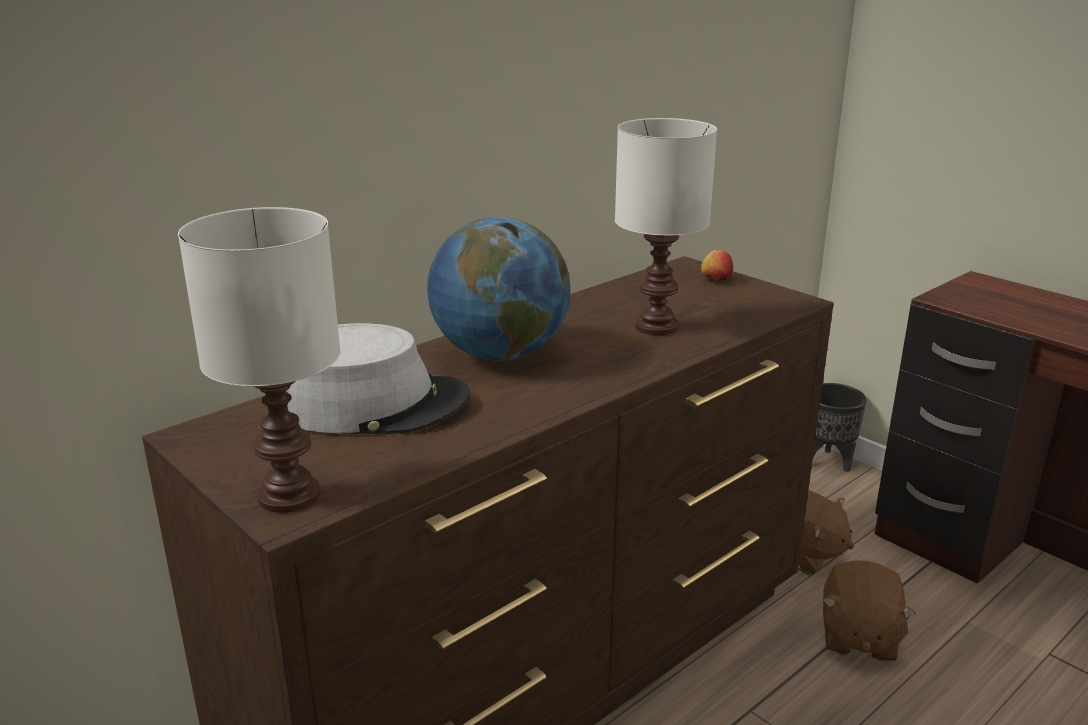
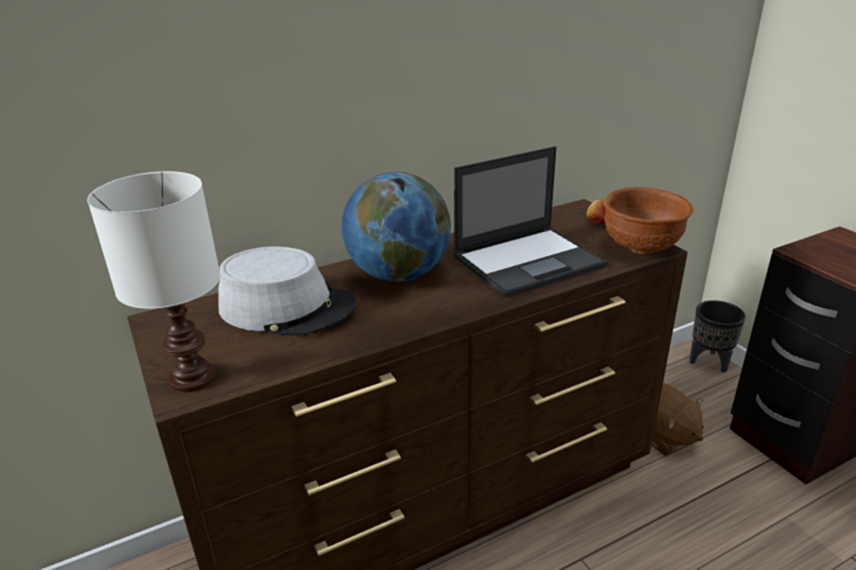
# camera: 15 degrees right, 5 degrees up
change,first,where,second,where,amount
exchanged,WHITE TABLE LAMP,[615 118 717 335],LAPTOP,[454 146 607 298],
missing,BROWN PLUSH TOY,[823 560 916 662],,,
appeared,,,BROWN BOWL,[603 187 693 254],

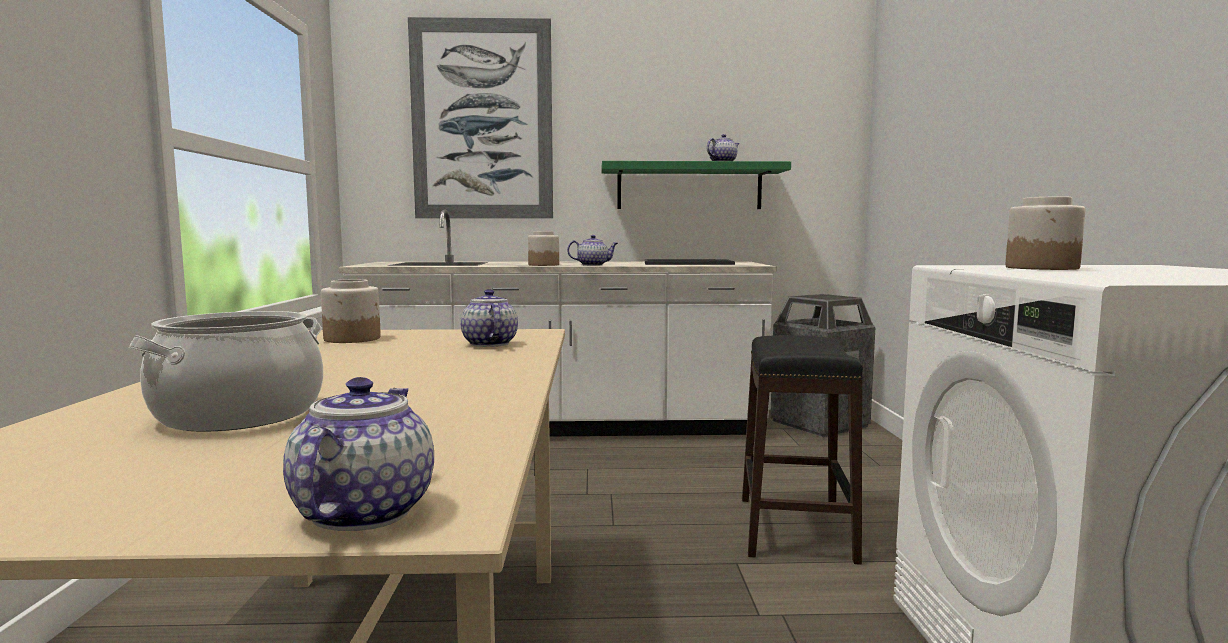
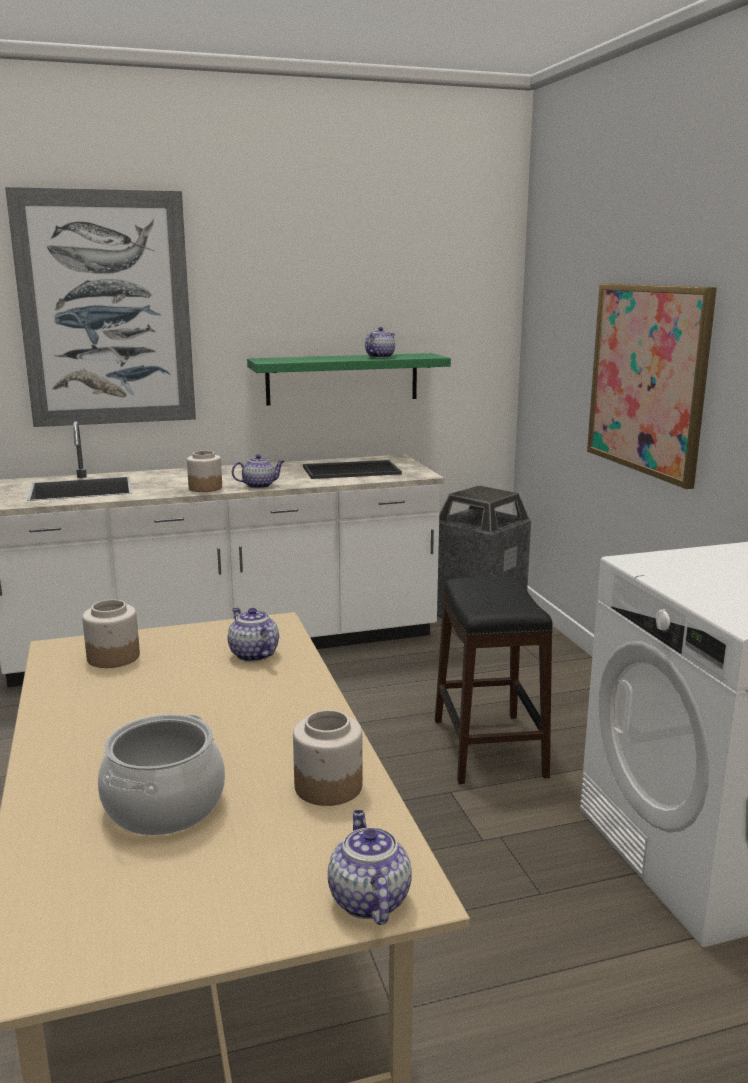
# camera: 15 degrees left, 10 degrees up
change,first,where,second,where,amount
relocated,JAR,[1006 196 1085 270],,[293 710 363 806],
appeared,,,PICTURE,[587 284 717 489],

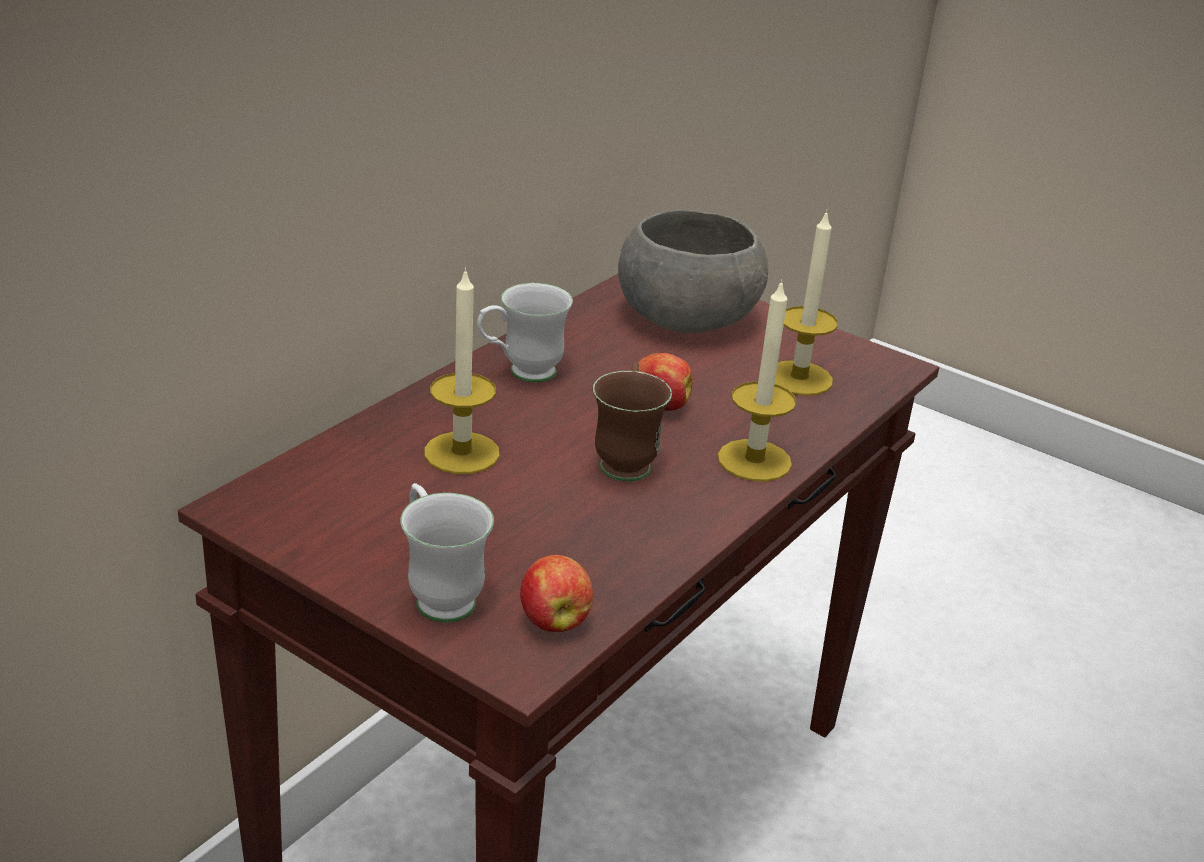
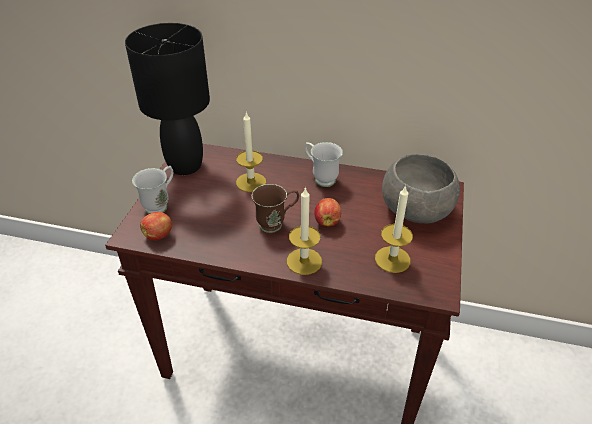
# camera: 70 degrees right, 10 degrees up
change,first,where,second,where,amount
appeared,,,BLACK TABLE LAMP,[125 23 210 175],

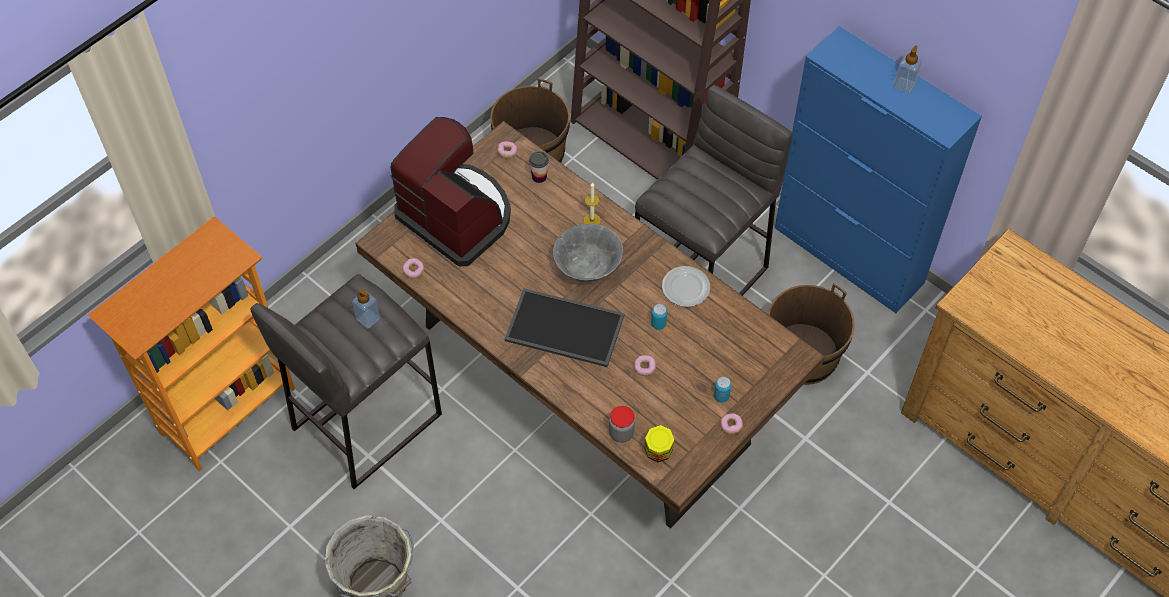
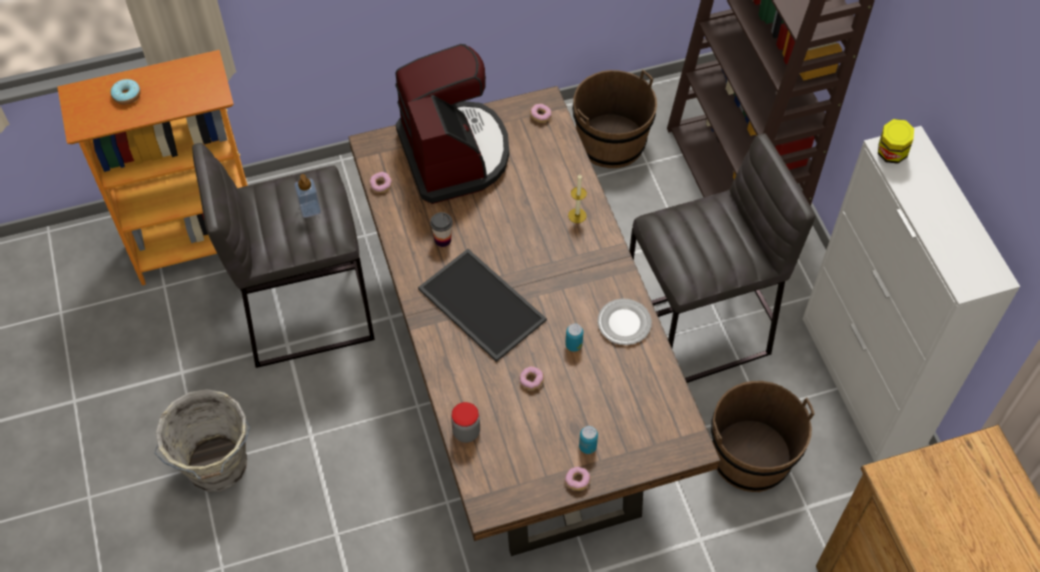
# camera: 30 degrees right, 0 degrees up
change,first,where,second,where,amount
colour,BLUE CABINET,[775 26 982 313],WHITE CABINET,[803 126 1020 462],
missing,SOAP DISPENSER,[894 45 922 94],,,
relocated,CUP,[529 151 549 183],,[430 212 453 247],
missing,GREY BOWL,[553 224 623 282],,,
relocated,JAR,[644 425 674 462],,[878 119 914 164],
appeared,,,DONUT,[110 79 141 105],

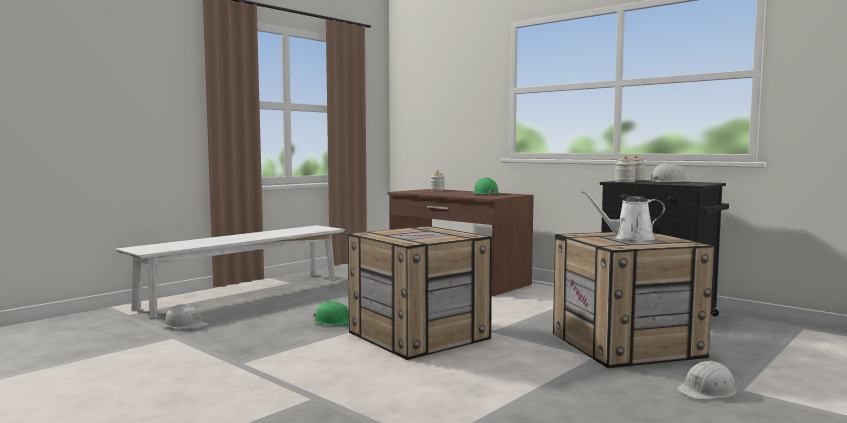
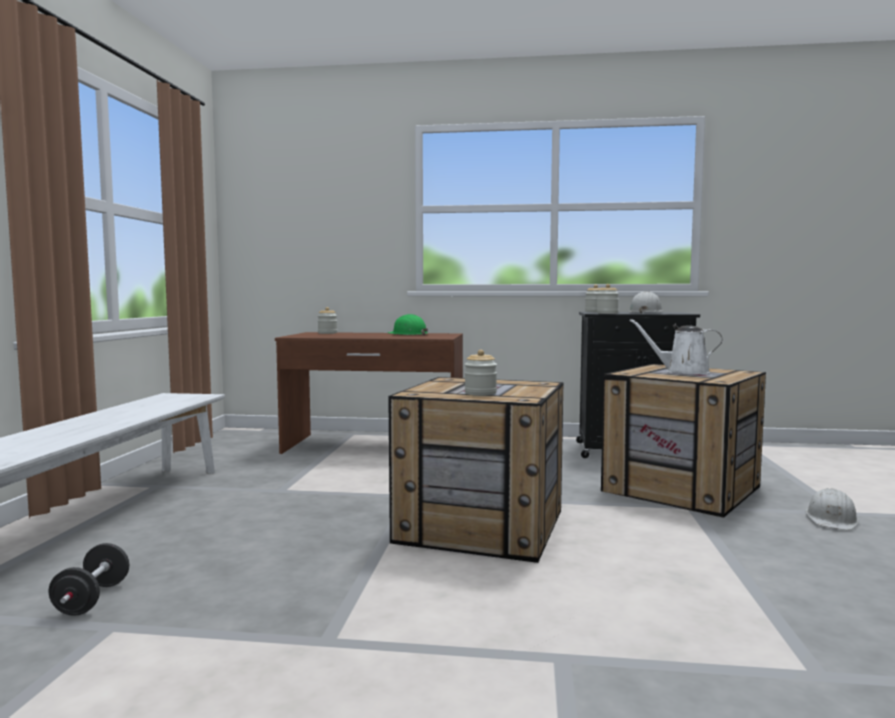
# camera: 35 degrees left, 0 degrees up
change,first,where,second,where,amount
spun,WHITE WATERING CAN,[581 190 665 241],,[629 319 723 374],45 degrees clockwise
missing,GREEN HARD HAT,[313 301 349 326],,,
exchanged,WHITE HARD HAT,[163 304 209 329],BLACK DUMBBELL,[49 543 129 616],
appeared,,,JAR,[464 350 497 396],

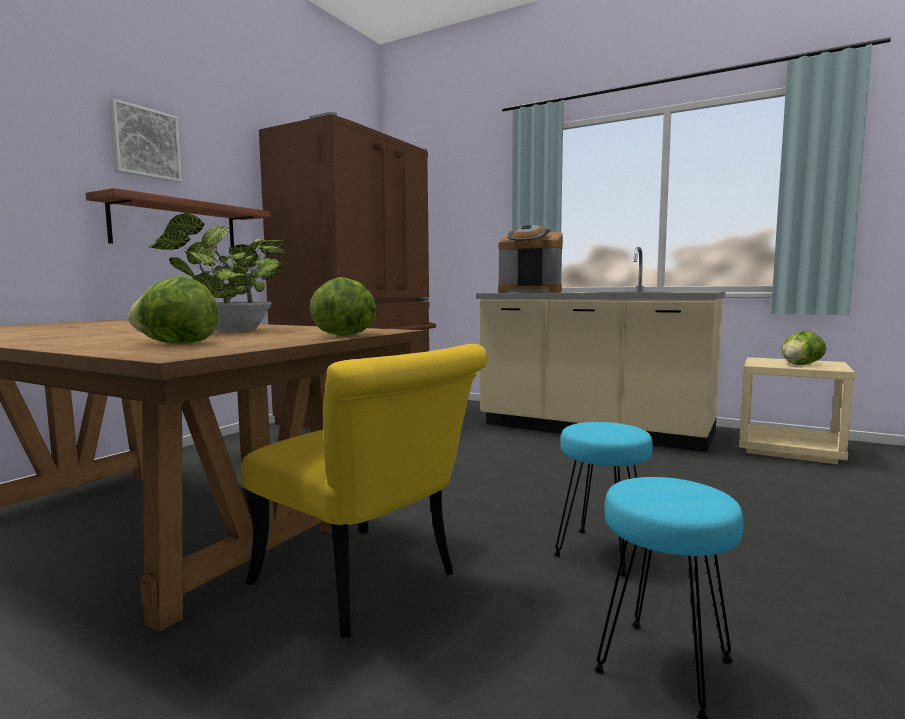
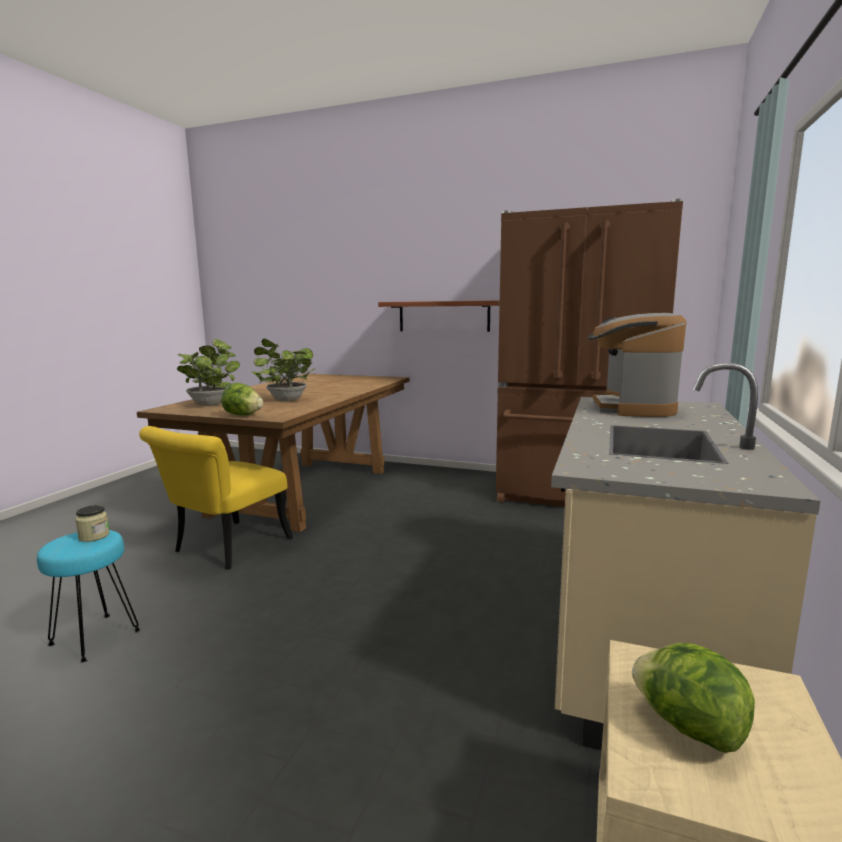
# camera: 80 degrees right, 5 degrees up
change,first,where,second,where,amount
missing,PICTURE,[108 98 182 182],,,
exchanged,LETTUCE,[128 276 219 344],POTTED PLANT,[177 339 240 406],
missing,TURQUOISE STOOL,[554 422 653 576],,,
appeared,,,JAR,[75 505 110 542],

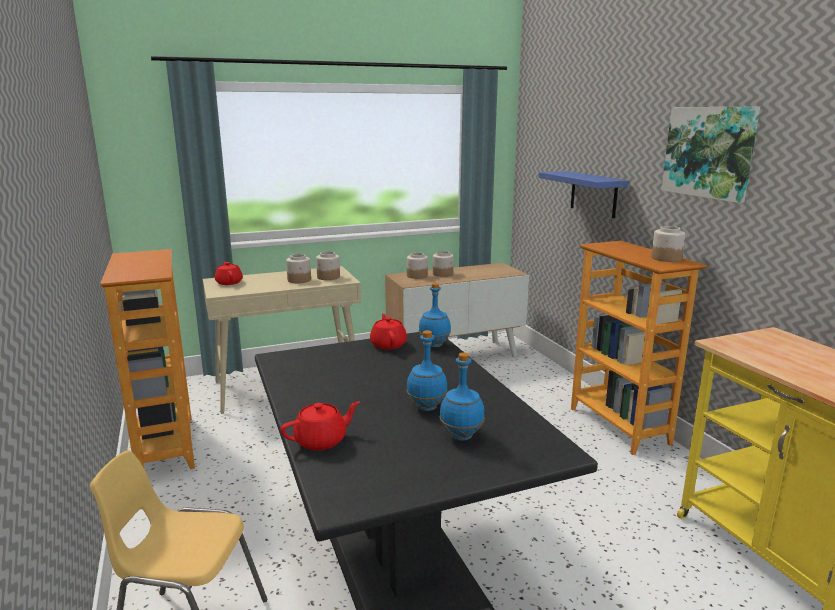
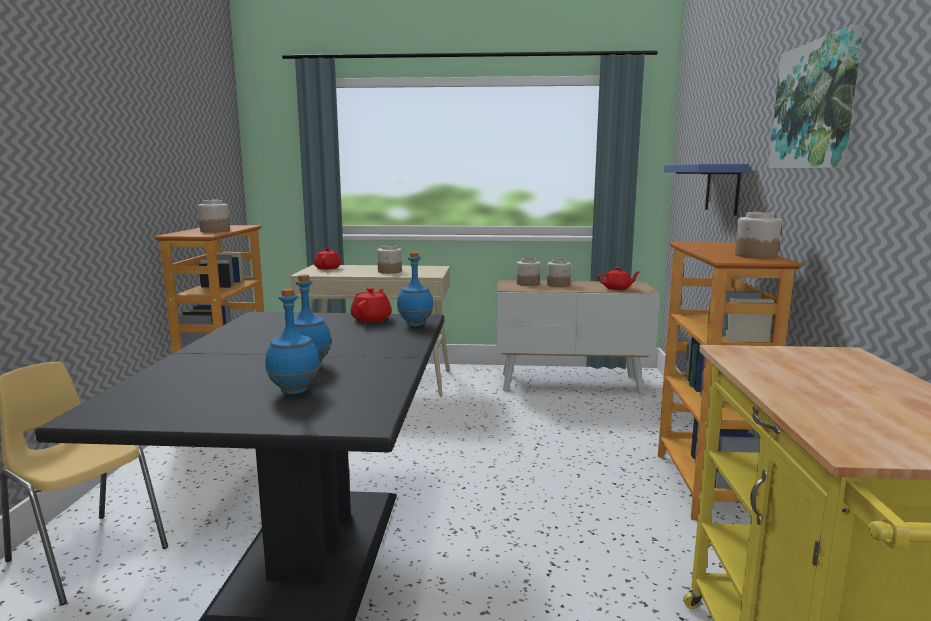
# camera: 25 degrees right, 5 degrees down
change,first,where,second,where,amount
relocated,JAR,[316 251 340 280],,[198 200 230 233],
relocated,RED TEAPOT,[280 401 360 450],,[597 267 641 290],

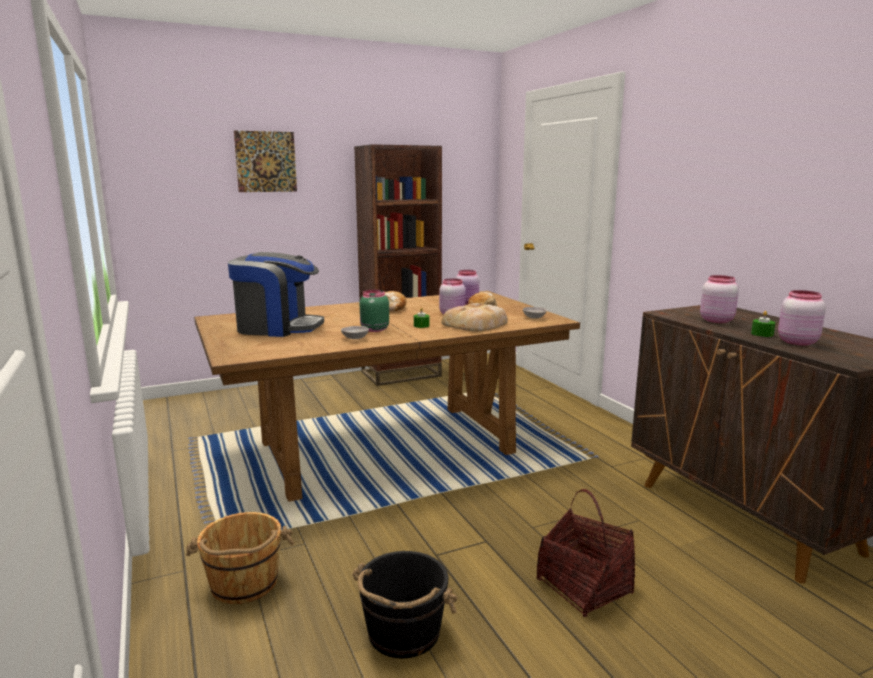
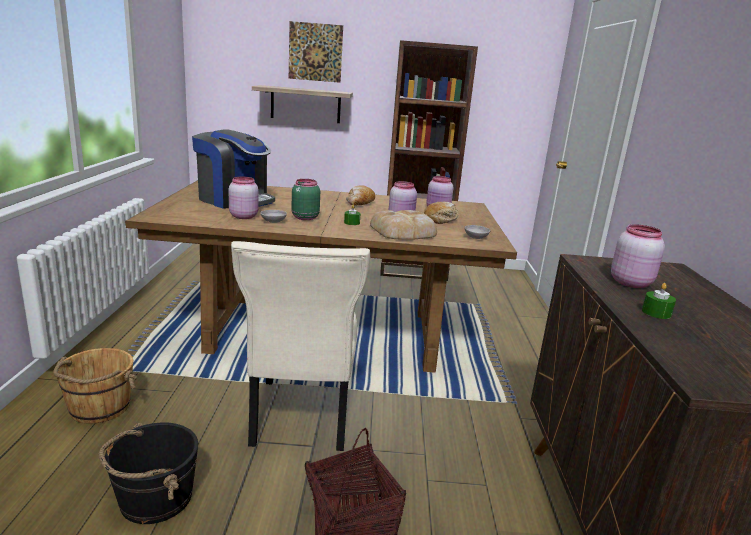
# camera: 25 degrees right, 5 degrees up
change,first,where,second,where,amount
relocated,PINK JAR,[778 290 826 345],,[229 177 258 219],
appeared,,,SHELF,[252 85 353 123],
appeared,,,BEIGE CHAIR,[231 241 370 451],

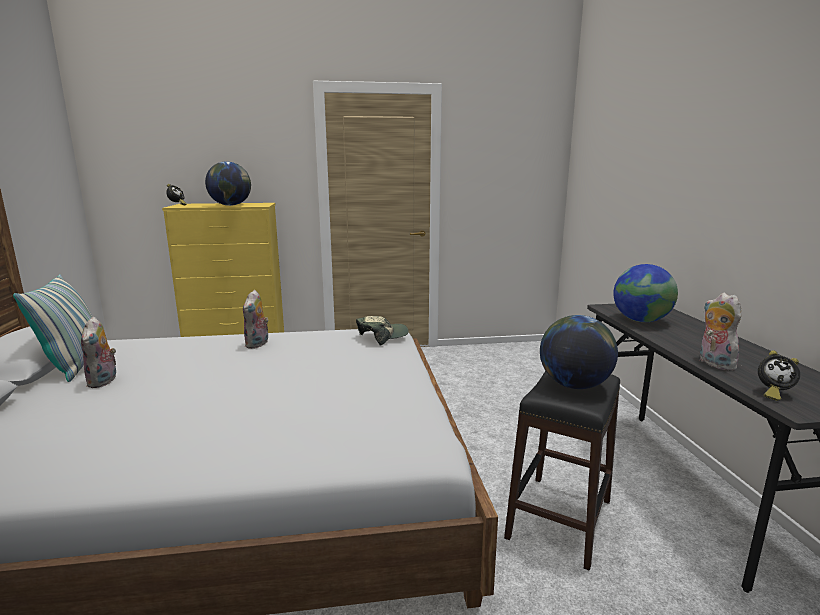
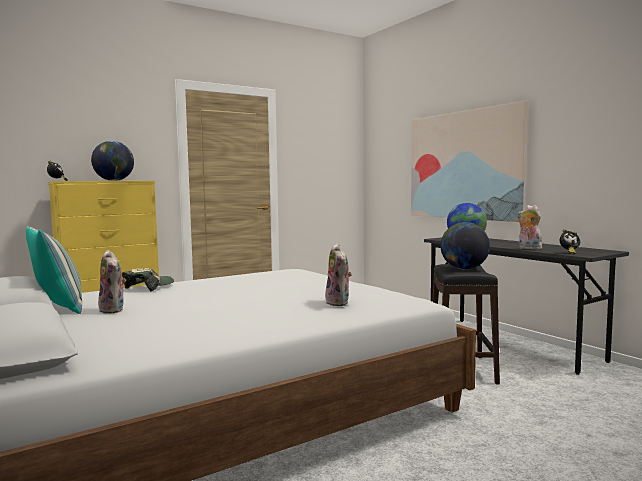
# camera: 25 degrees left, 10 degrees down
change,first,where,second,where,amount
relocated,PLUSH TOY,[243 290 269 349],,[325 243 352 306],
relocated,CAP,[356 316 409 346],,[122 268 174 292],
appeared,,,PICTURE,[411 100 528 222],

